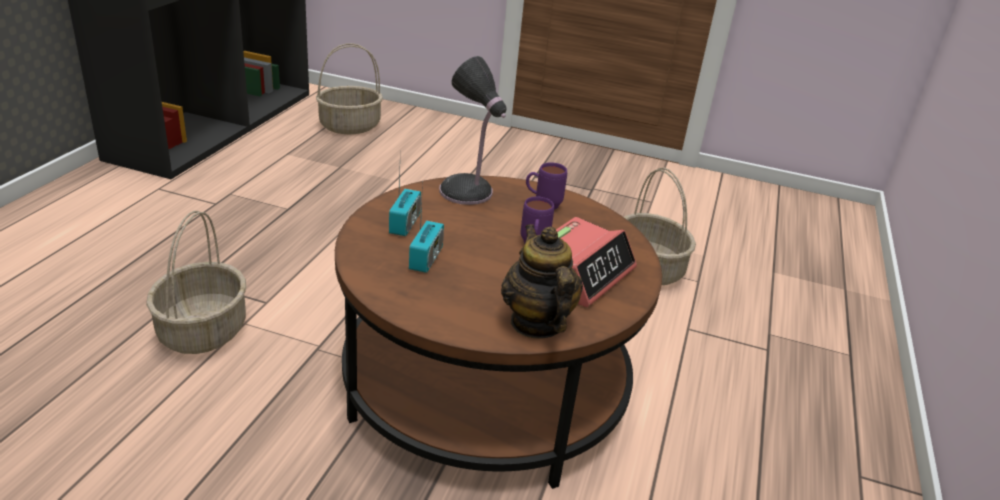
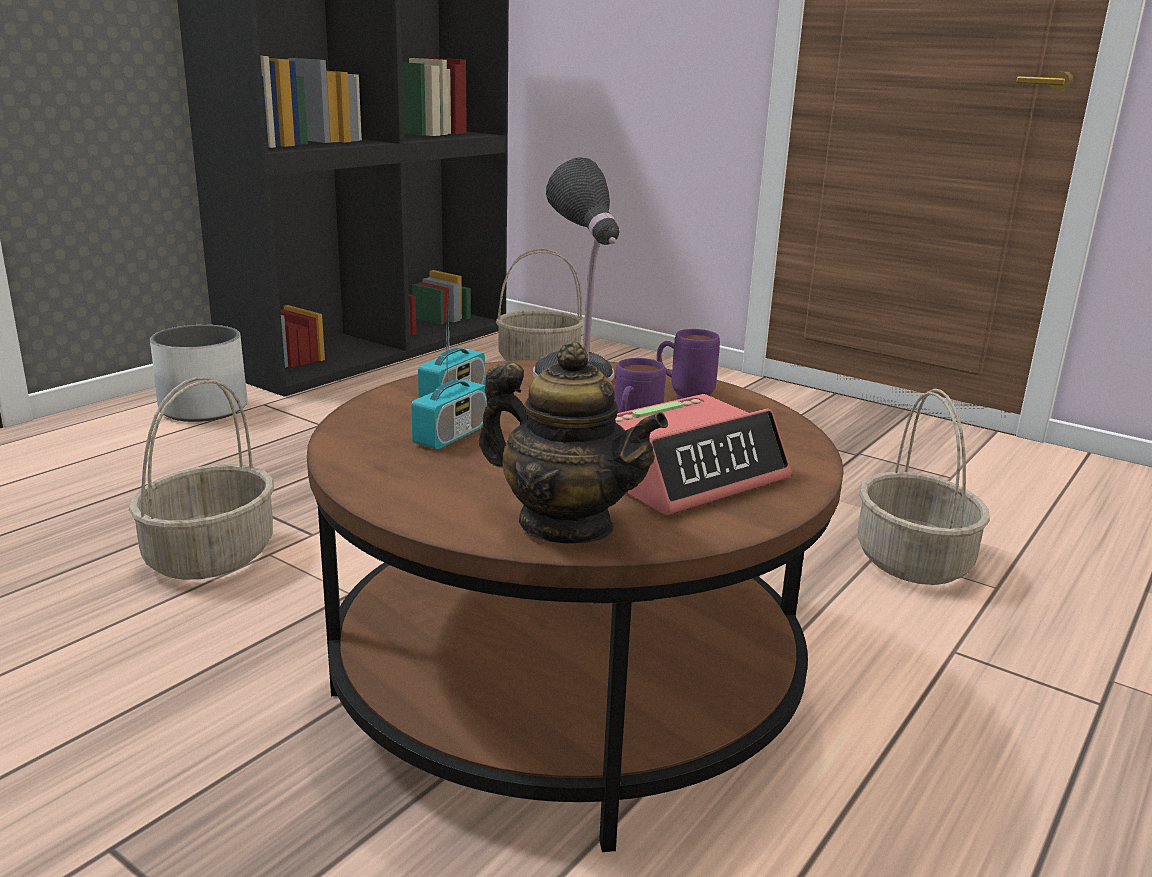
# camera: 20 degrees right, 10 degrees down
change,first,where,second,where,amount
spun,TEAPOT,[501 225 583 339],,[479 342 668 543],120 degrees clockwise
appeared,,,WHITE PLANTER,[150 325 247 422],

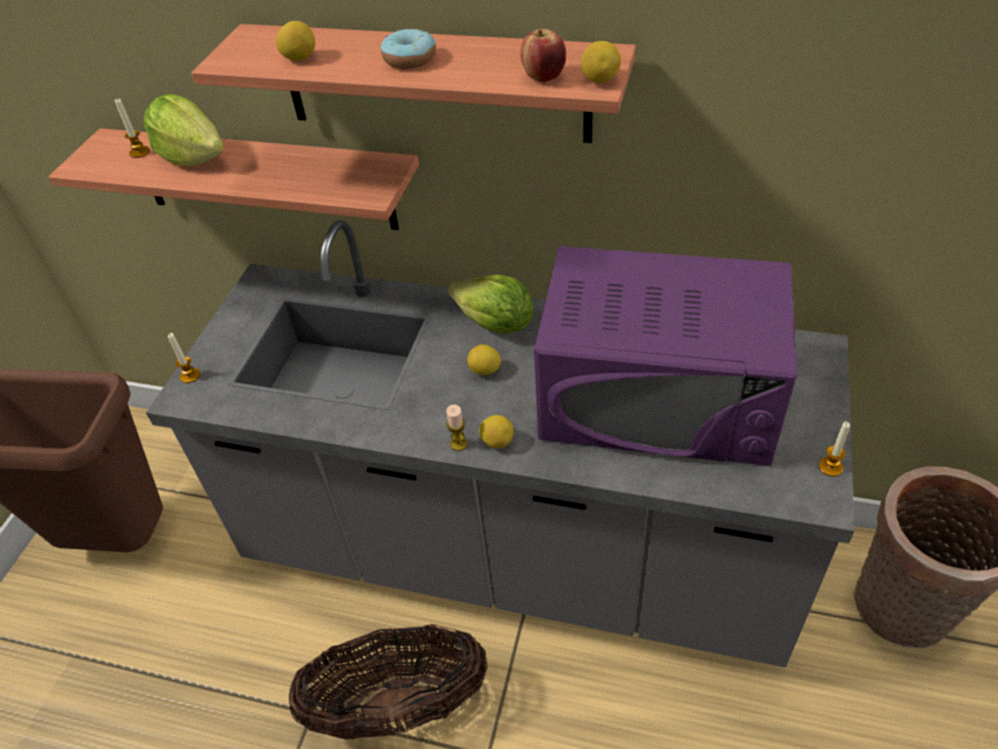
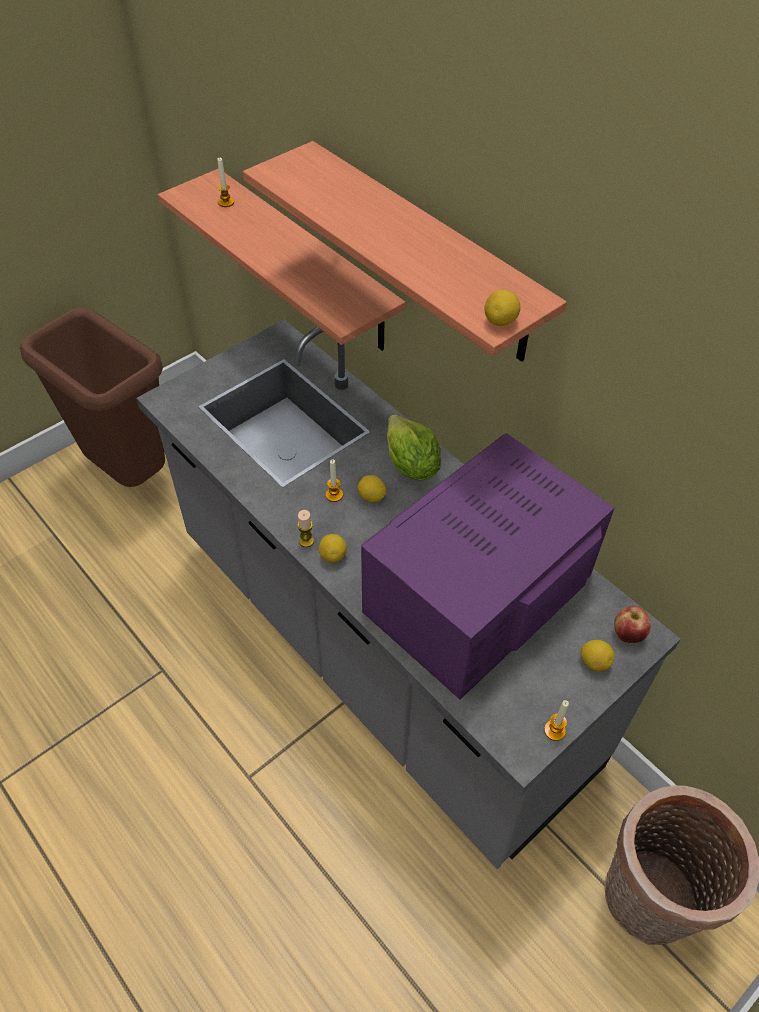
# camera: 30 degrees right, 5 degrees up
change,first,where,second,where,amount
relocated,LEMON,[276 21 315 61],,[581 640 615 672],
missing,DONUT,[380 29 436 69],,,
relocated,APPLE,[520 29 566 83],,[614 606 651 643],
missing,LETTUCE,[144 94 224 166],,,
spun,PURPLE MICROWAVE,[534 246 797 466],,[361 433 614 699],90 degrees clockwise
relocated,CANDLE,[168 333 200 383],,[326 460 343 502],
missing,BASKET,[289 624 488 740],,,

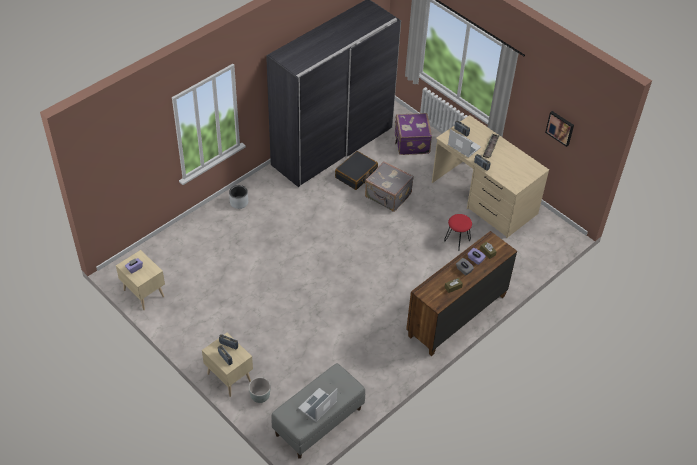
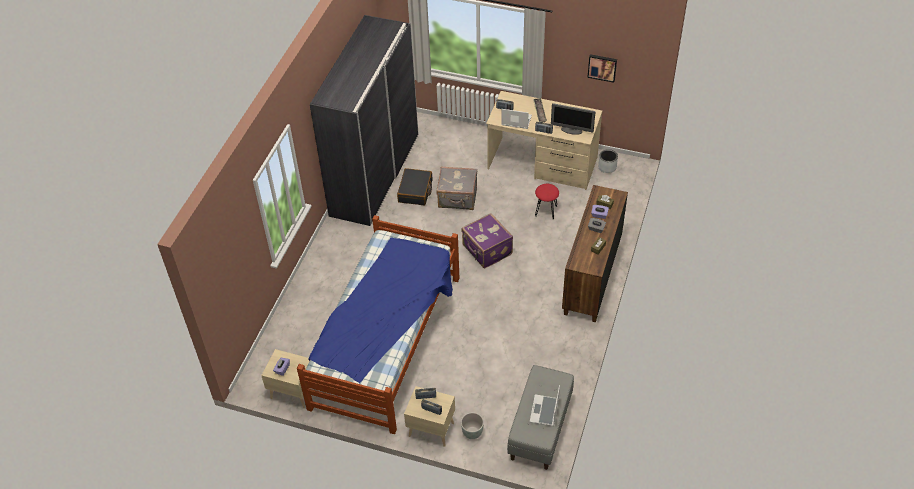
# camera: 25 degrees left, 0 degrees up
change,first,where,second,where,amount
relocated,PURPLE SUITCASE,[395 113 432 155],,[461 213 513 268],
relocated,GREY PLANTER,[229 185 248 209],,[598 149 618 173],
appeared,,,MONITOR,[551 103 596 135],
appeared,,,BED,[297 215 460 434],

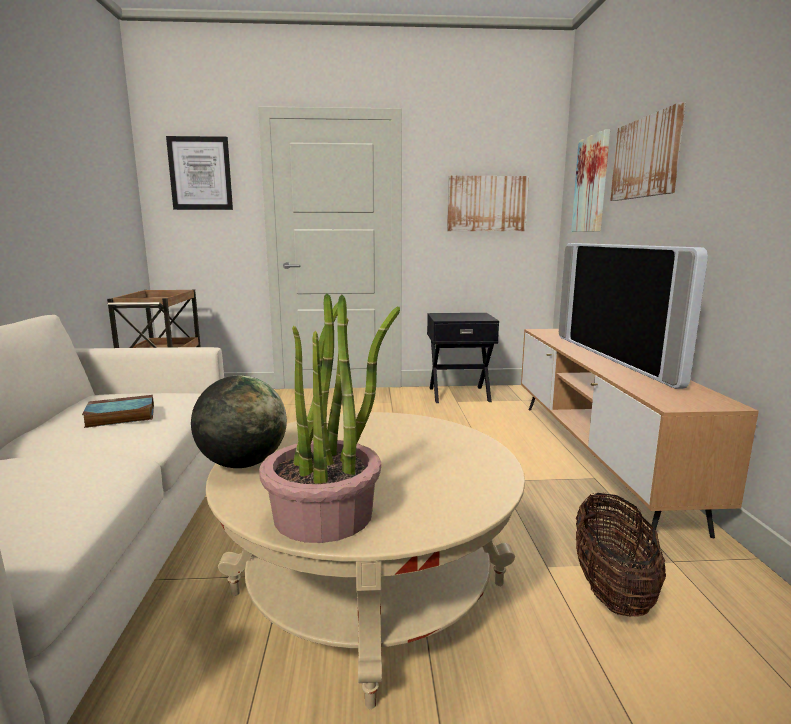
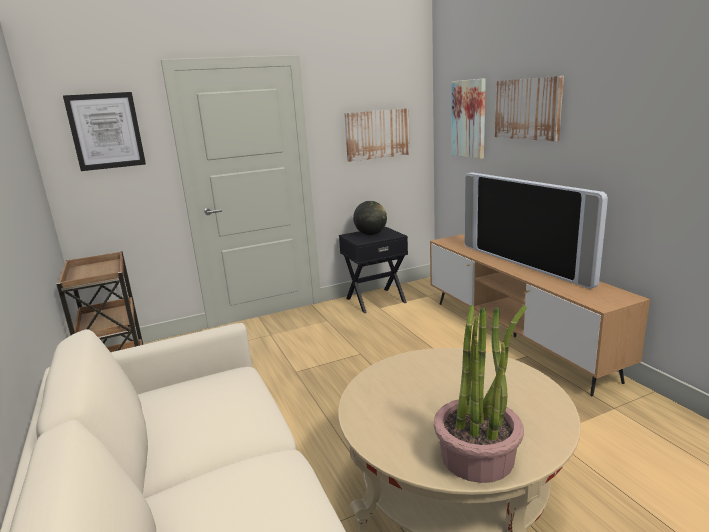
# camera: 20 degrees left, 5 degrees up
change,first,where,second,where,amount
relocated,GLOBE,[191 375 287 468],,[353 201 387 235],
missing,BOOK,[82 395 154 428],,,
missing,BASKET,[576 492 666 617],,,

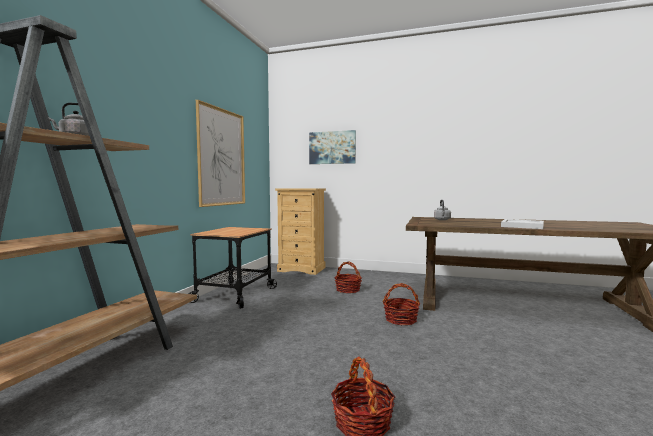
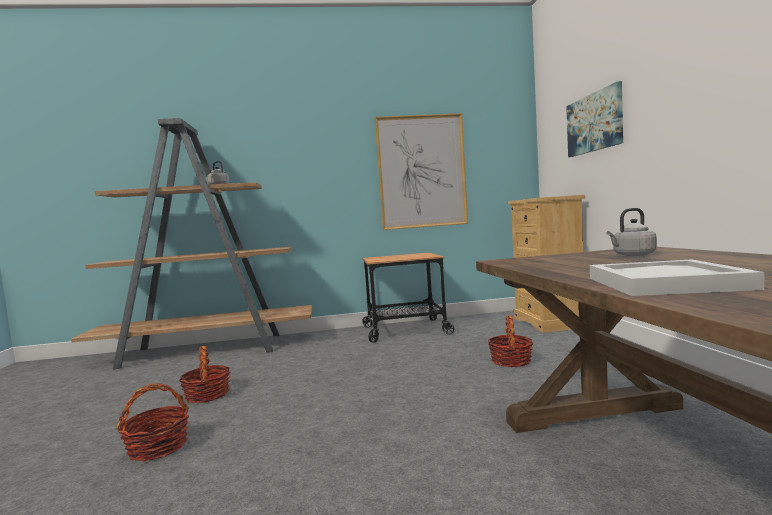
# camera: 65 degrees right, 0 degrees up
change,first,where,second,where,amount
relocated,BASKET,[382 283 420 326],,[179 346 230 403],

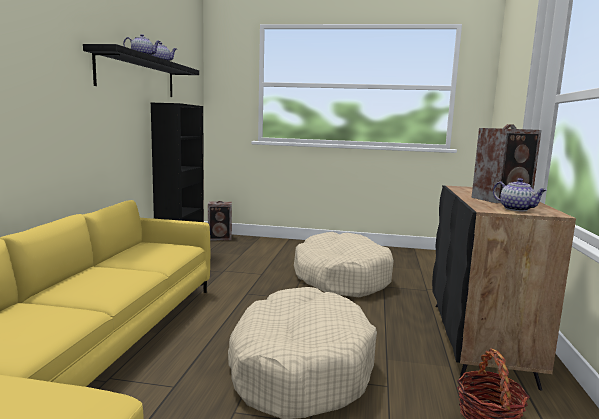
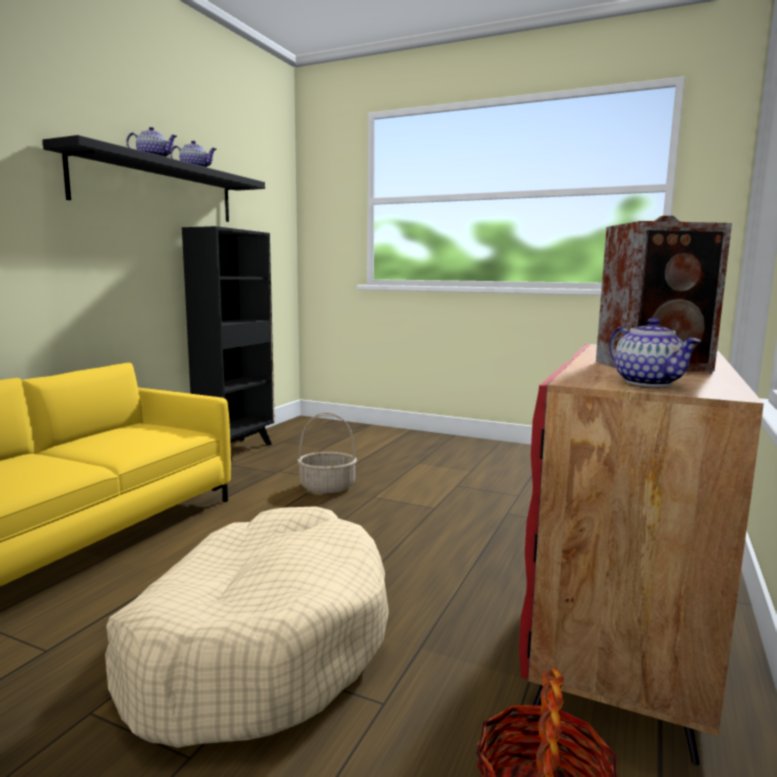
# camera: 15 degrees right, 0 degrees up
change,first,where,second,where,amount
colour,BLACK CABINET,[432 186 576 391],RED CABINET,[519 344 764 765],
missing,SPEAKER,[208 201 232 240],,,
missing,BEIGE DOG BED,[294 232 394 297],,,
appeared,,,BASKET,[297 413 357 493],

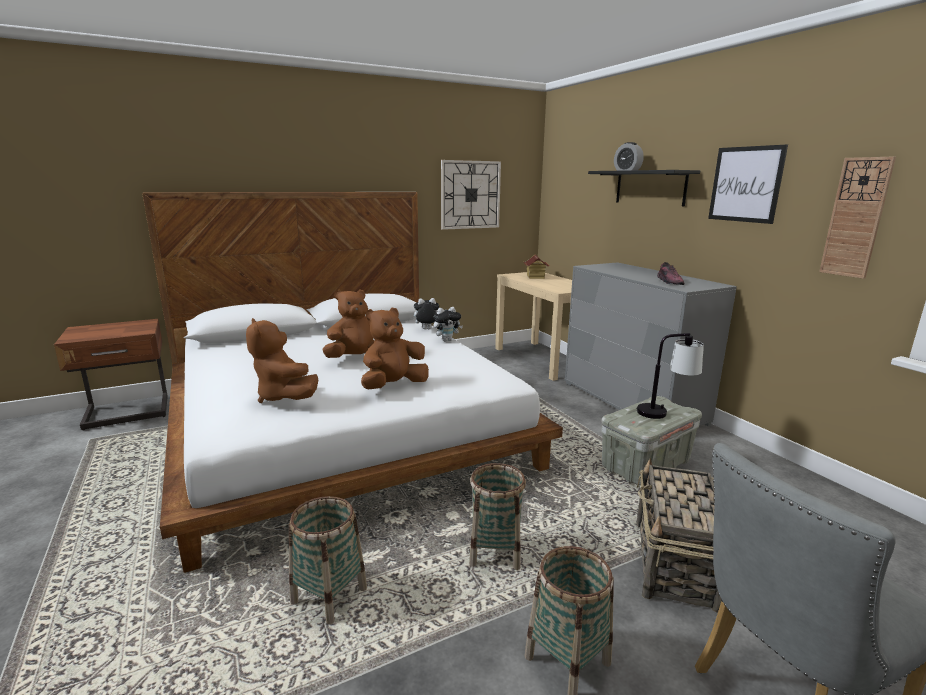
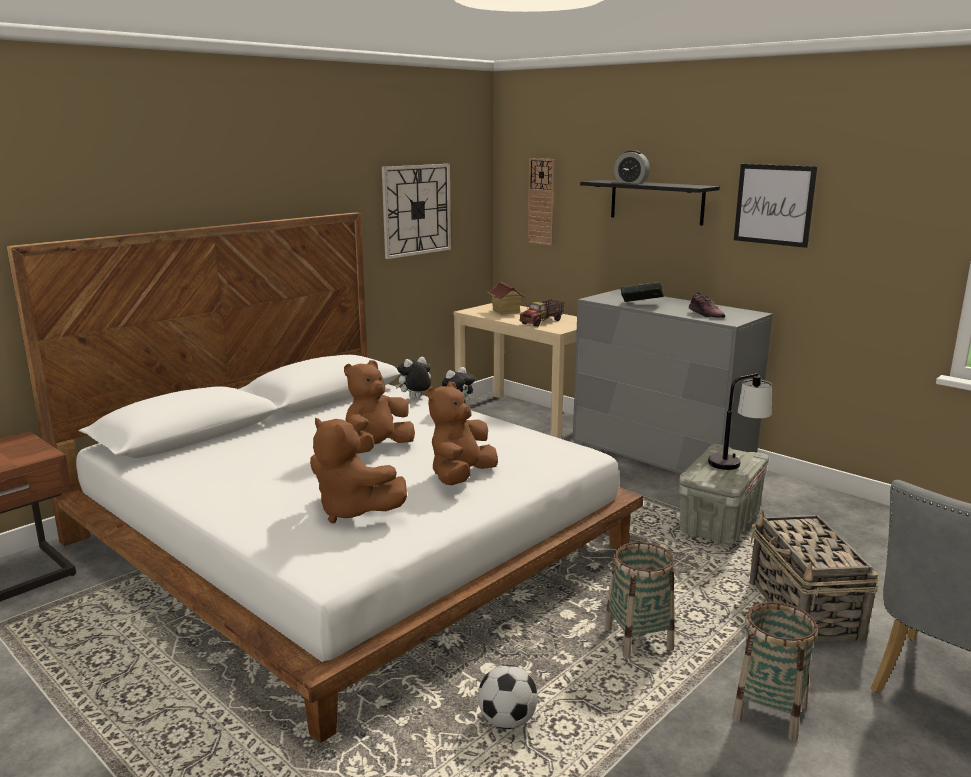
# camera: 20 degrees left, 0 degrees up
change,first,where,second,where,amount
relocated,WALL CLOCK,[819 156 896 279],,[528 158 555 246],
exchanged,BASKET,[289 496 367 624],FOOTBALL,[478 665 538 729],
appeared,,,BOOK,[621 282 664 302],
appeared,,,TOY TRUCK,[519 299 565 327],

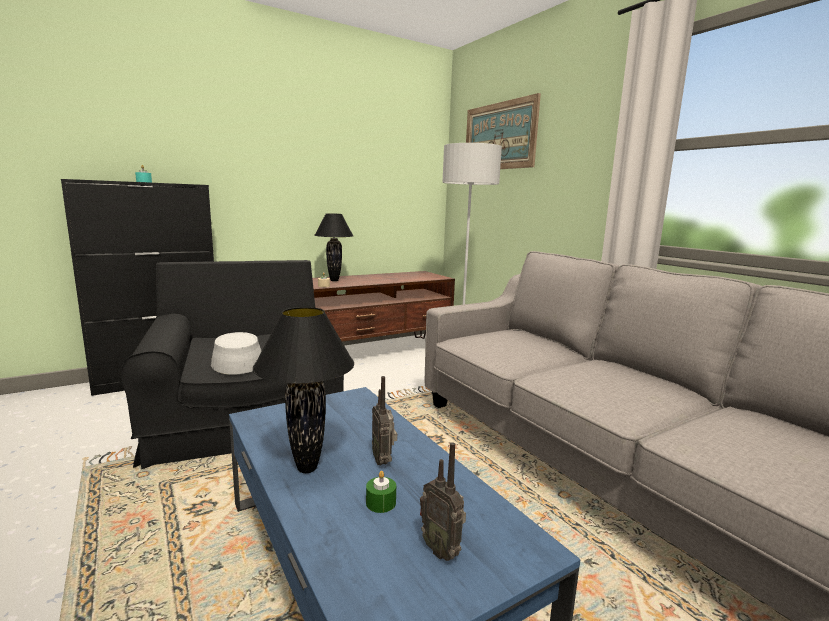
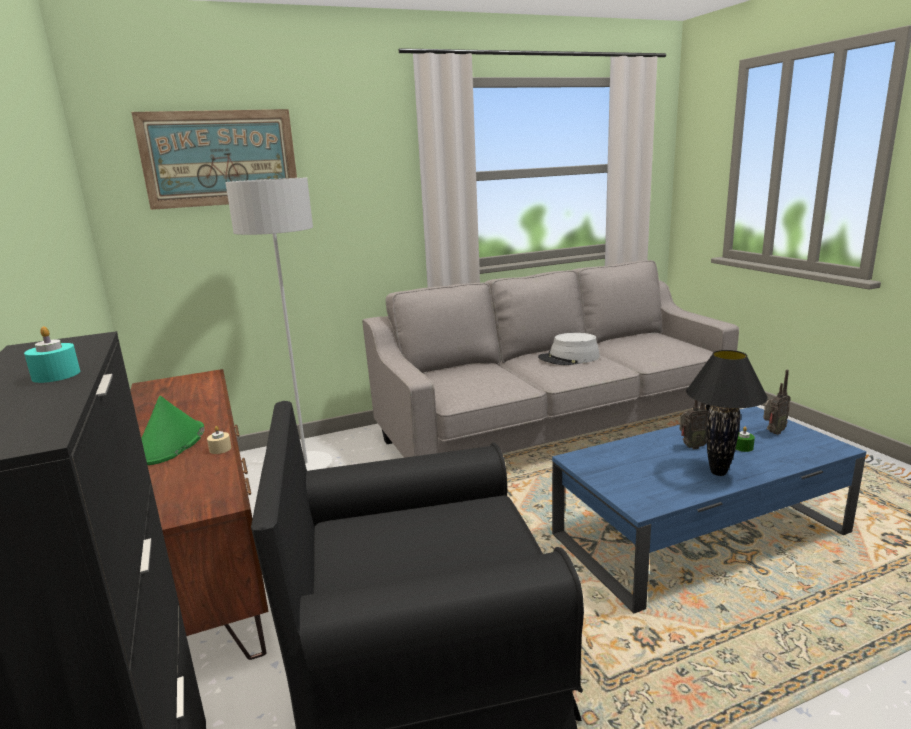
# camera: 80 degrees left, 5 degrees up
change,first,where,second,where,amount
exchanged,BLACK TABLE LAMP,[314 213 353 281],GREEN HAT,[141 396 205 465],
relocated,GREY HAT,[211 332 262 375],,[538 333 600 365],

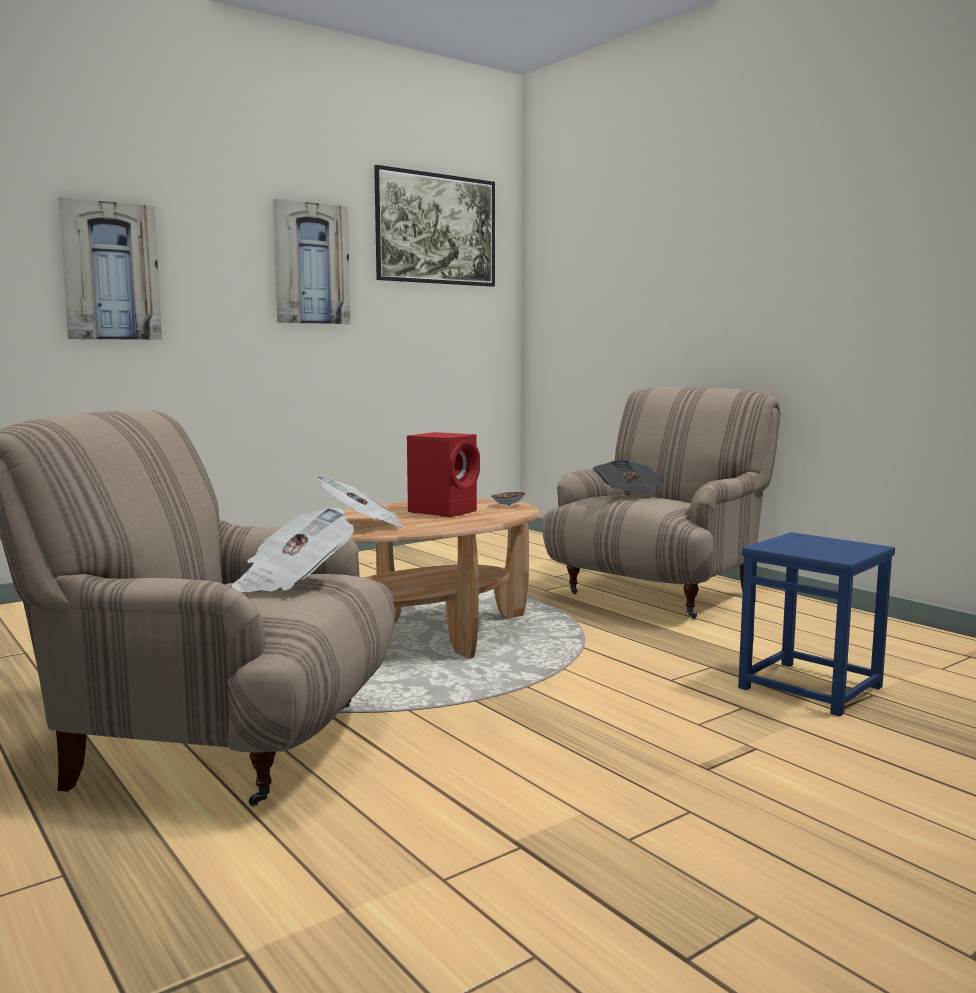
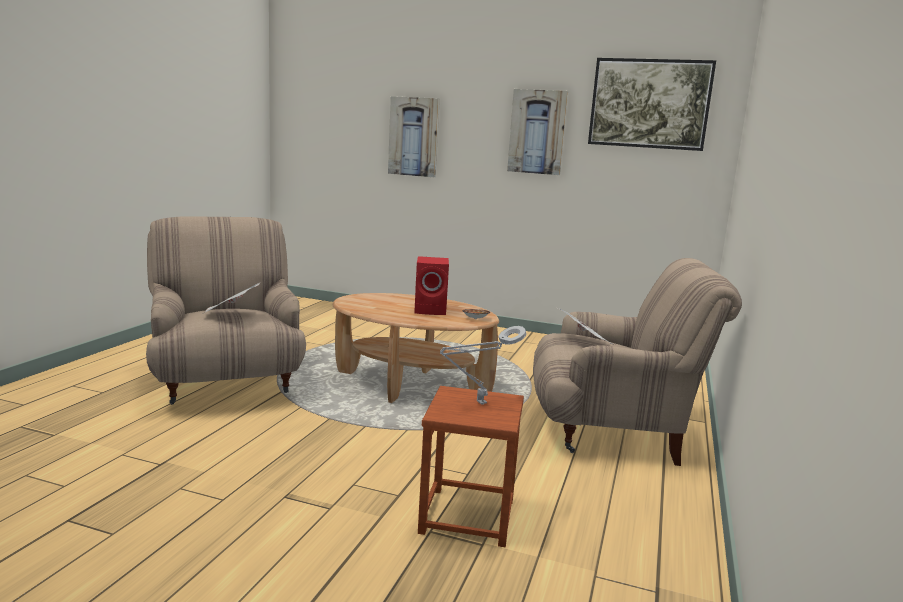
# camera: 55 degrees right, 5 degrees up
change,first,where,second,where,amount
missing,NEWSPAPER,[315 475 404 528],,,
colour,BLUE STOOL,[738 532 895 716],BROWN STOOL,[418 386 524 547],
appeared,,,GREY TABLE LAMP,[440 326 526 405],

